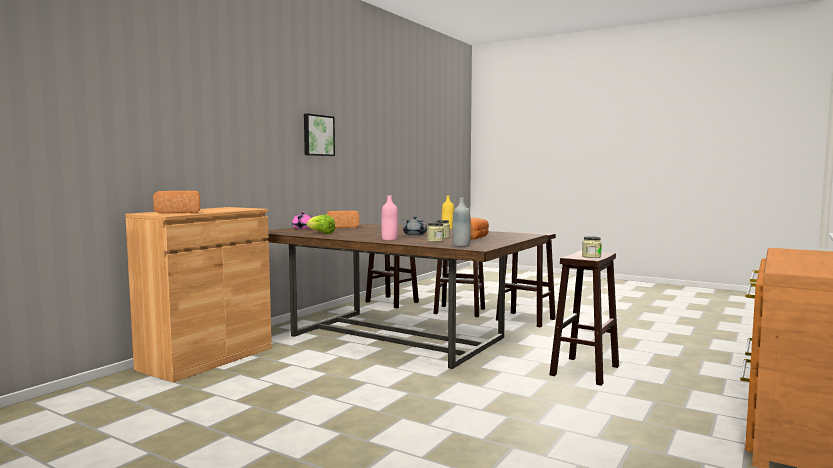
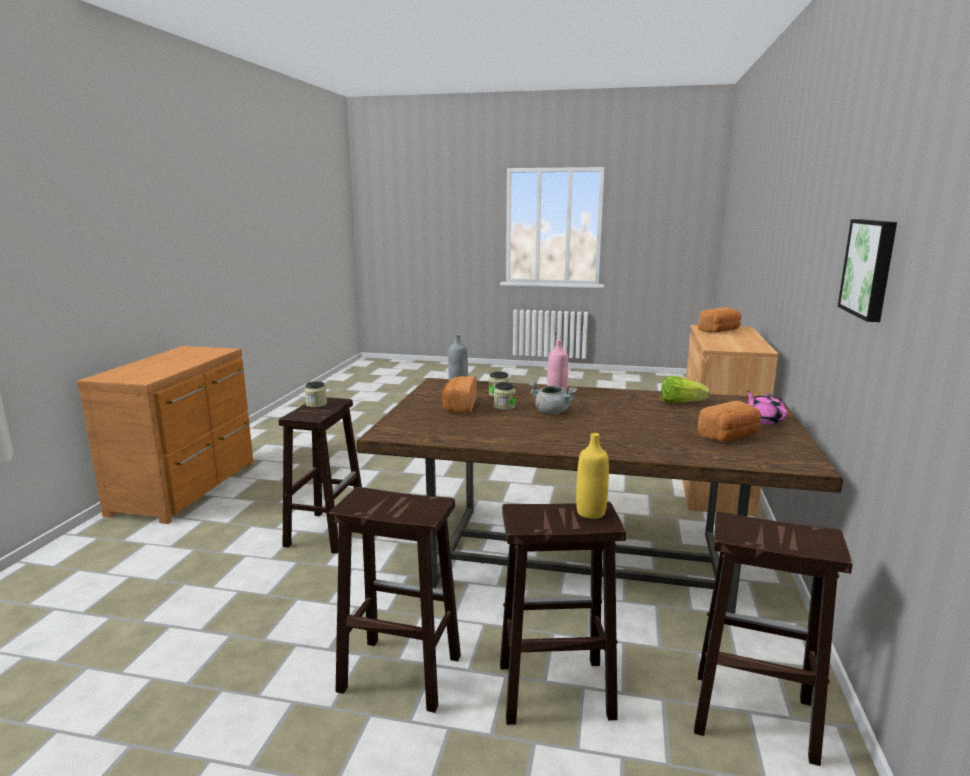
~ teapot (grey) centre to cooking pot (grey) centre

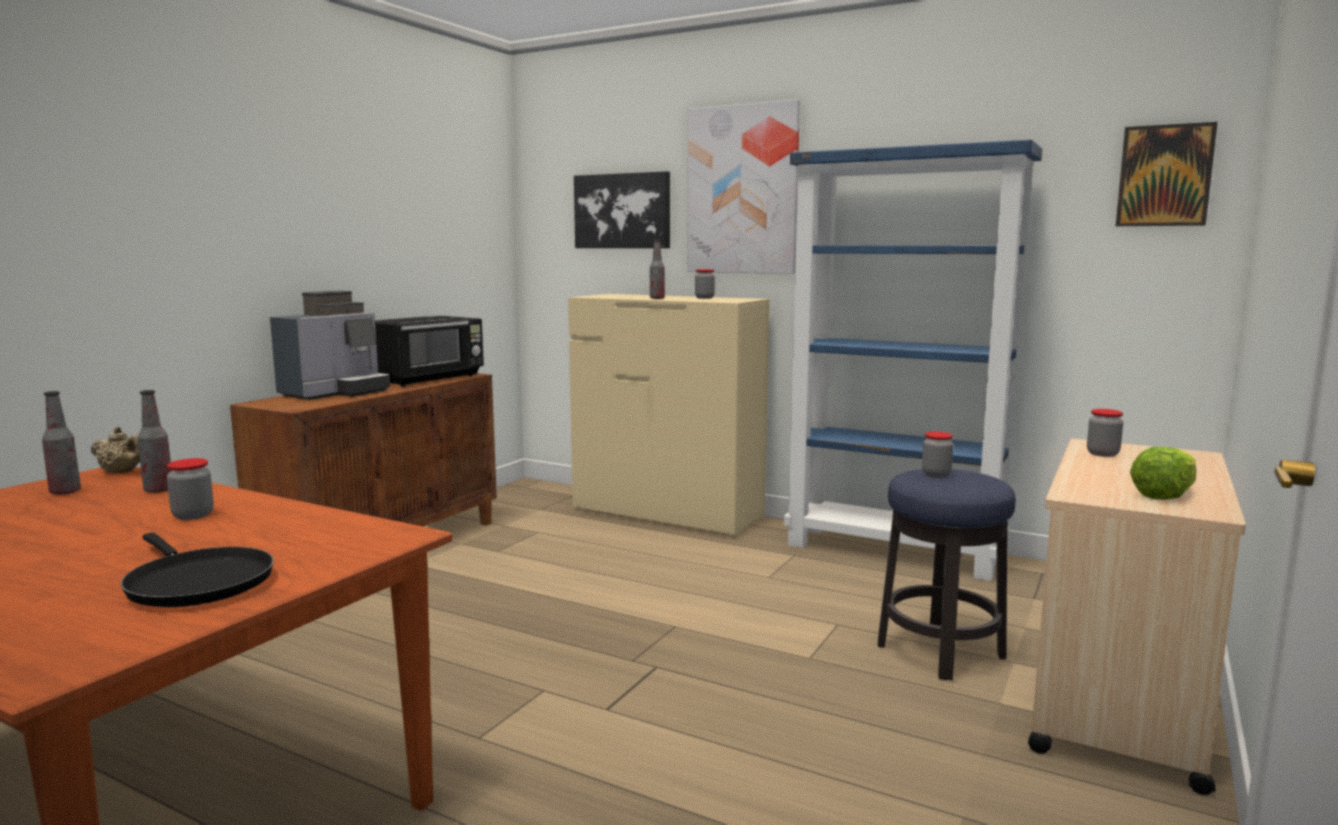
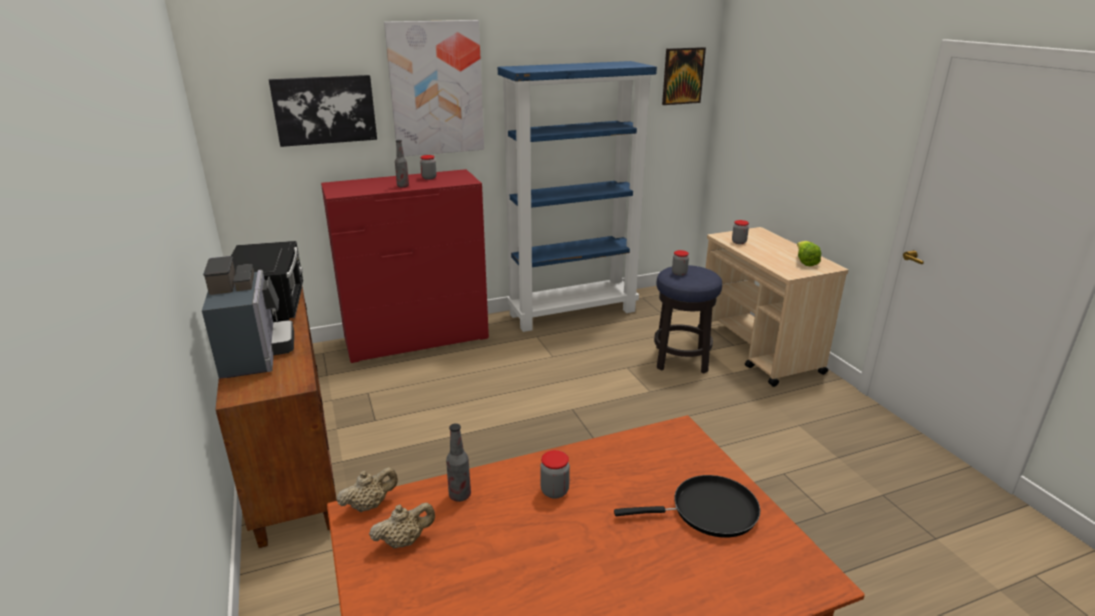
~ bottle (no. 1 from left) middle left to teapot (beige) (no. 2 from left) bottom centre
~ dresser (beige) centre to dresser (red) centre

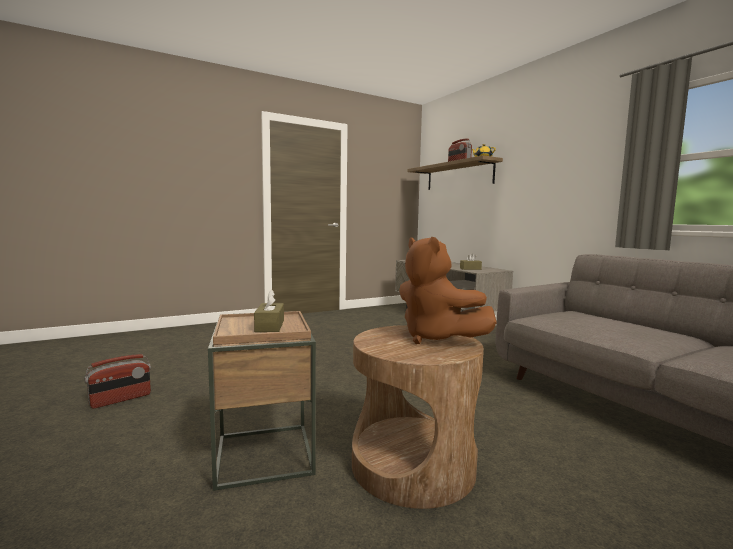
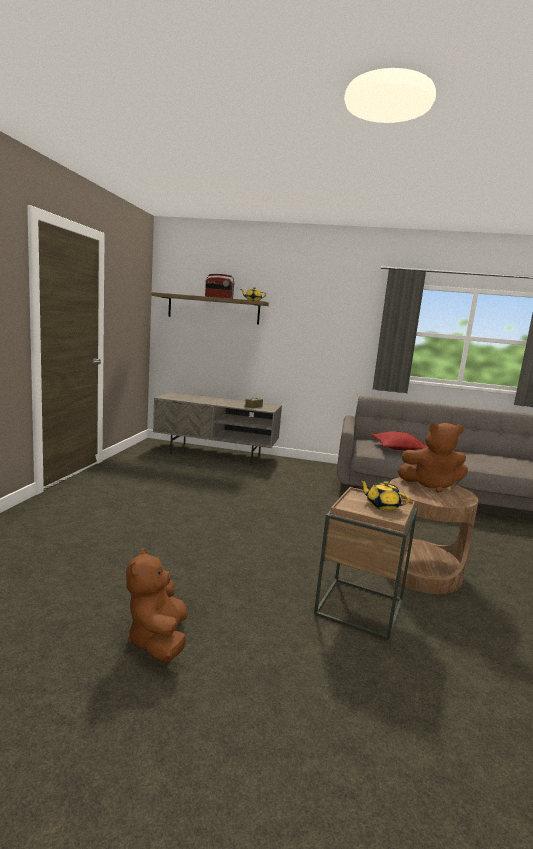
+ pillow (red) middle right
~ radio (no. 1 from left) bottom left to plush toy (brown) (no. 1 from left) bottom left
~ tissue box (brown) (no. 1 from left) centre to teapot (yellow) (no. 2 from left) middle right

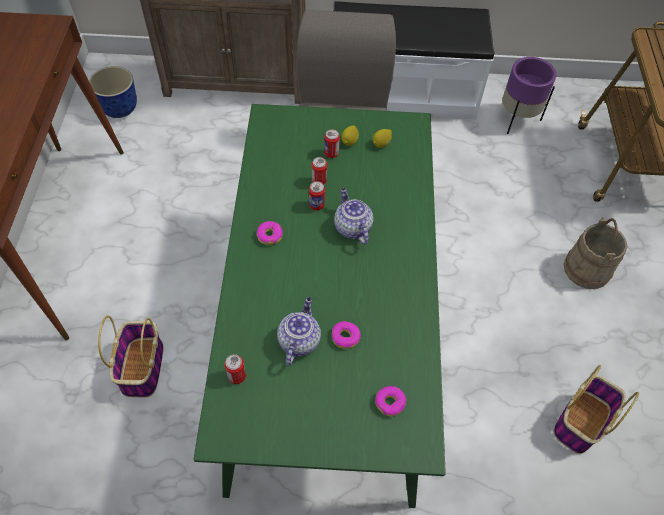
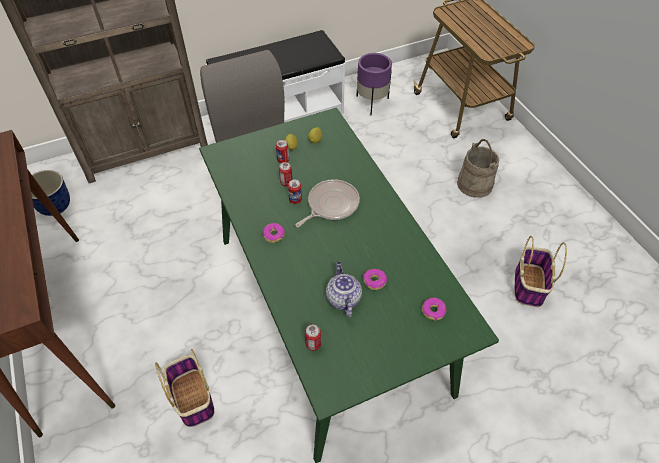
~ teapot (no. 2 from left) centre to frying pan centre

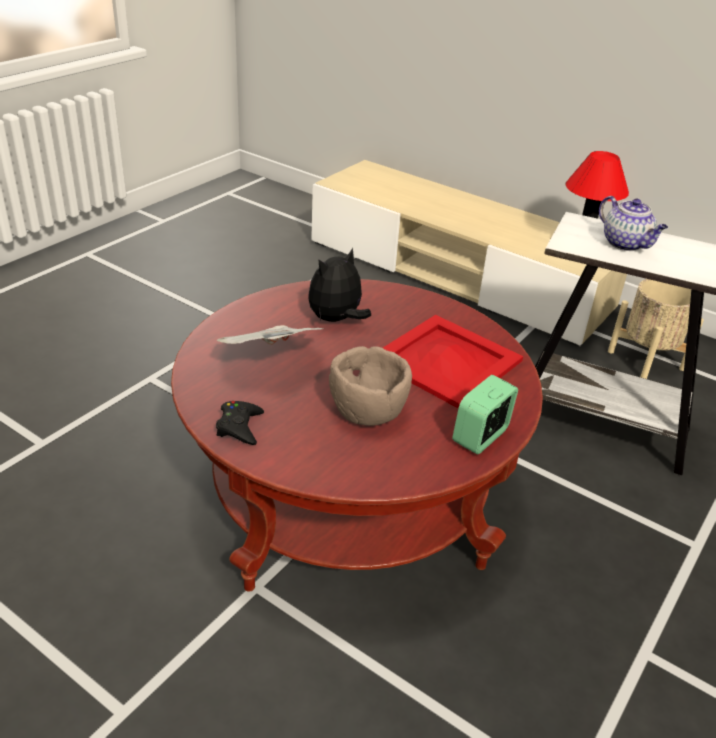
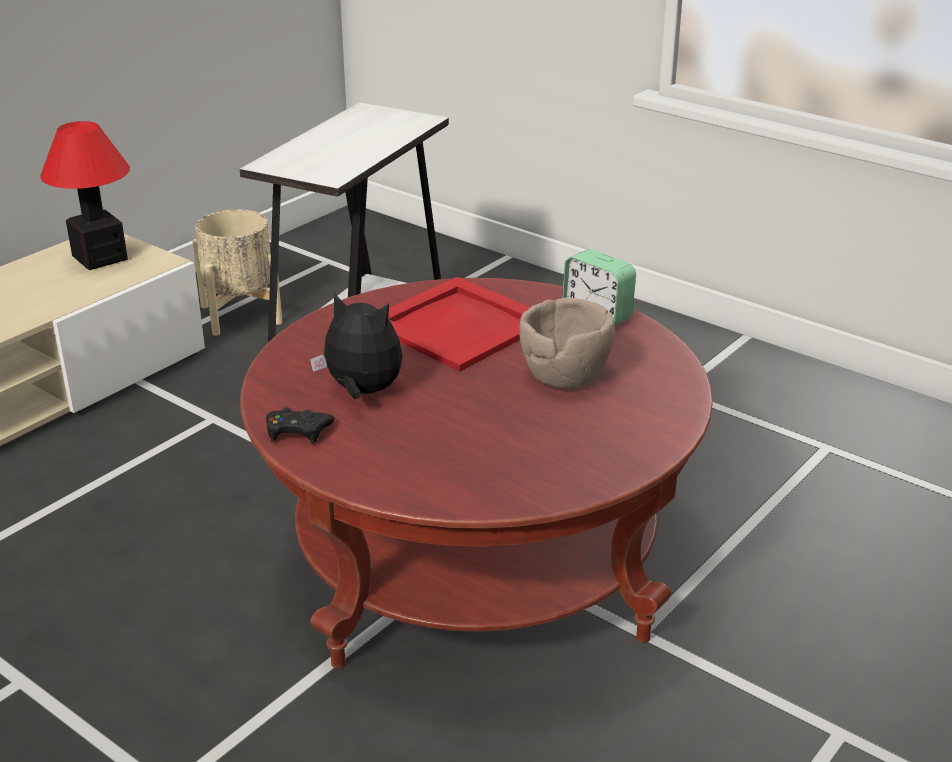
- newspaper centre
- teapot top right
~ game controller (black) centre to middle left
~ plush toy centre = centre 150 degrees clockwise

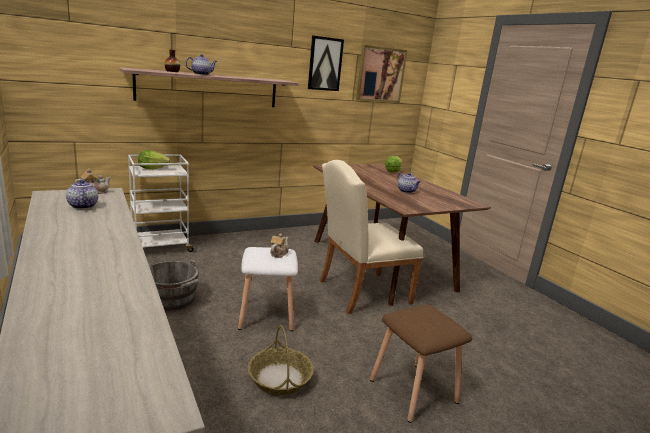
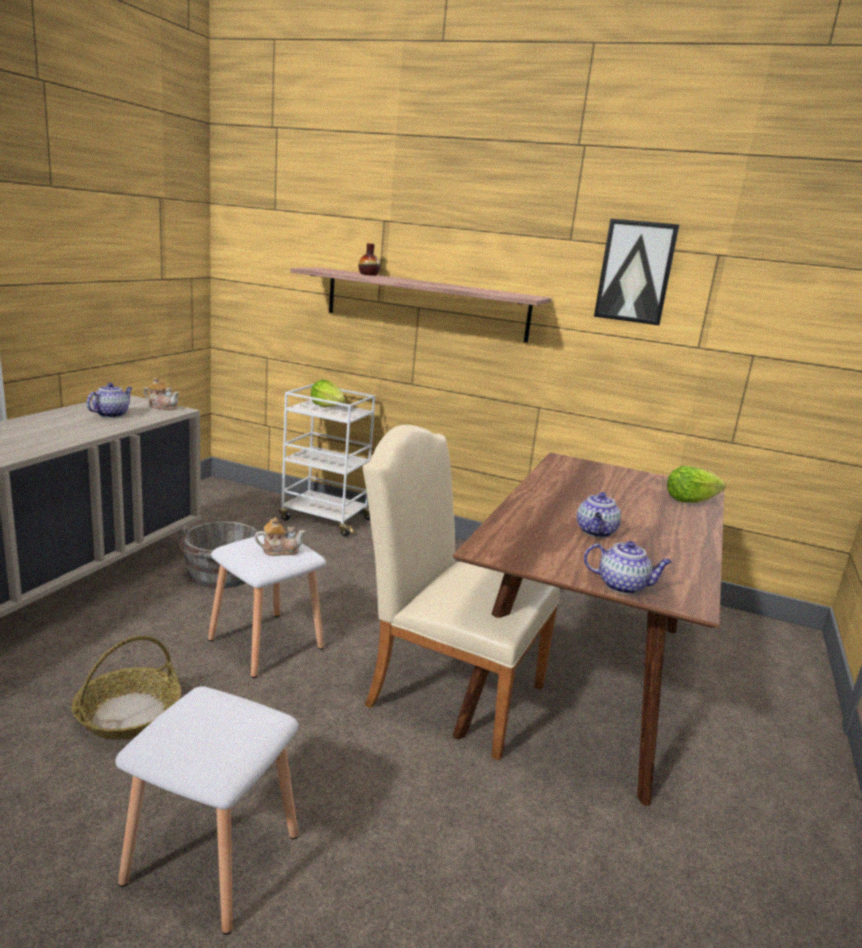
- picture (no. 2 from left) top centre
~ teapot (no. 3 from left in the first image) top left to teapot (no. 5 from left) middle right
~ stool (brown) bottom centre to stool (white) (no. 1 from left) bottom left

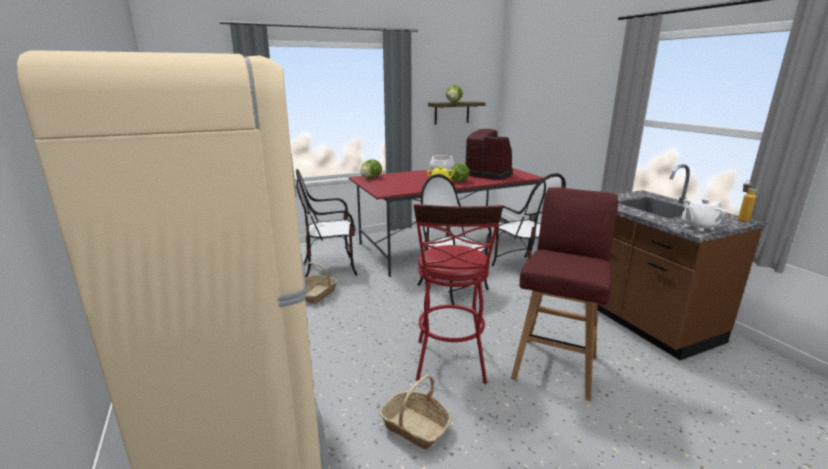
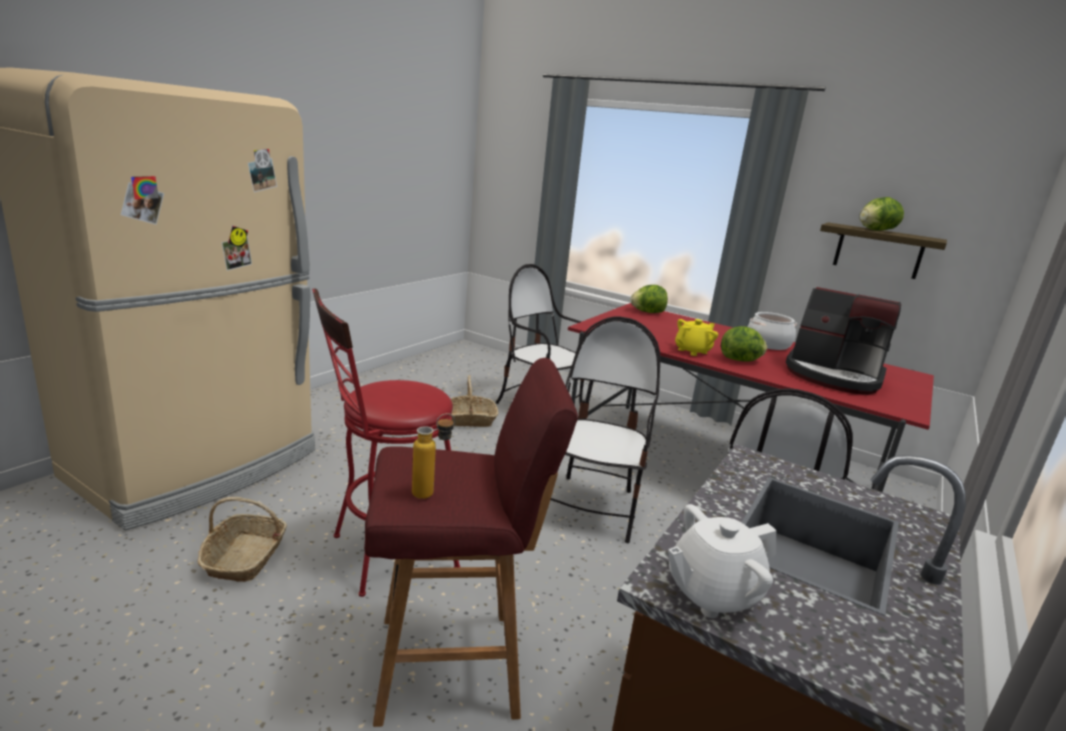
~ bottle middle right to centre
~ coffee machine top centre = middle right 120 degrees clockwise
~ teapot (white) middle right = bottom right 60 degrees counterclockwise

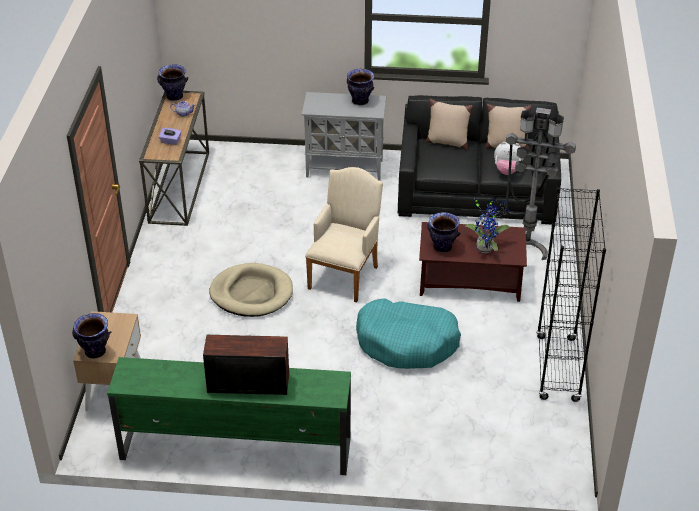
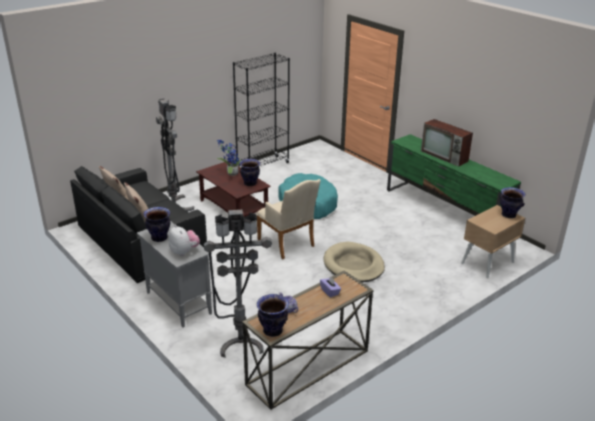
+ floor lamp (grey) (no. 2 from left) bottom centre
~ plush toy top right to middle left
~ armchair (beige) centre = centre 105 degrees counterclockwise

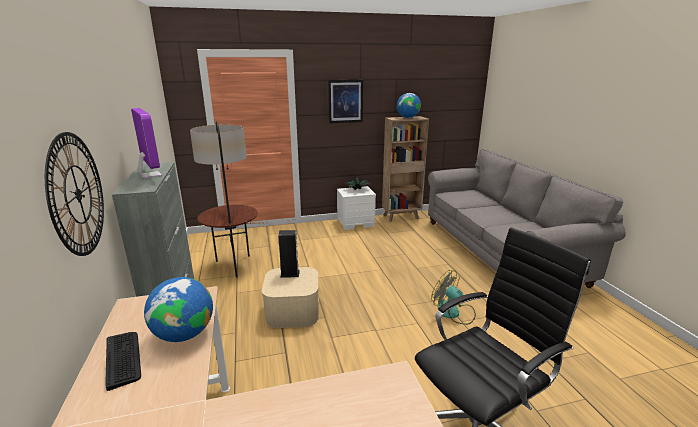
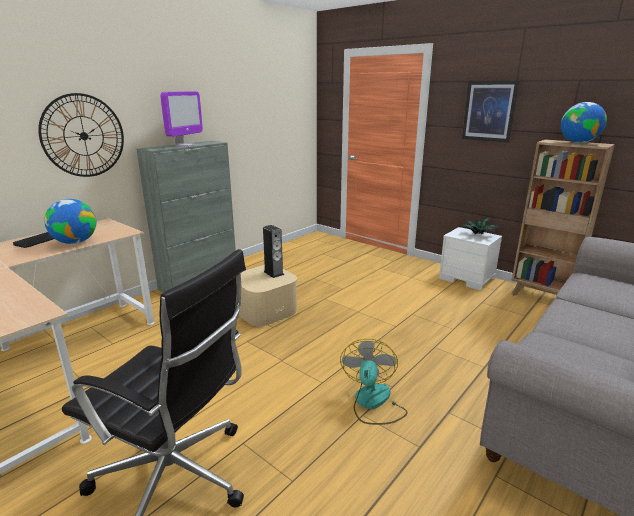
- floor lamp middle left

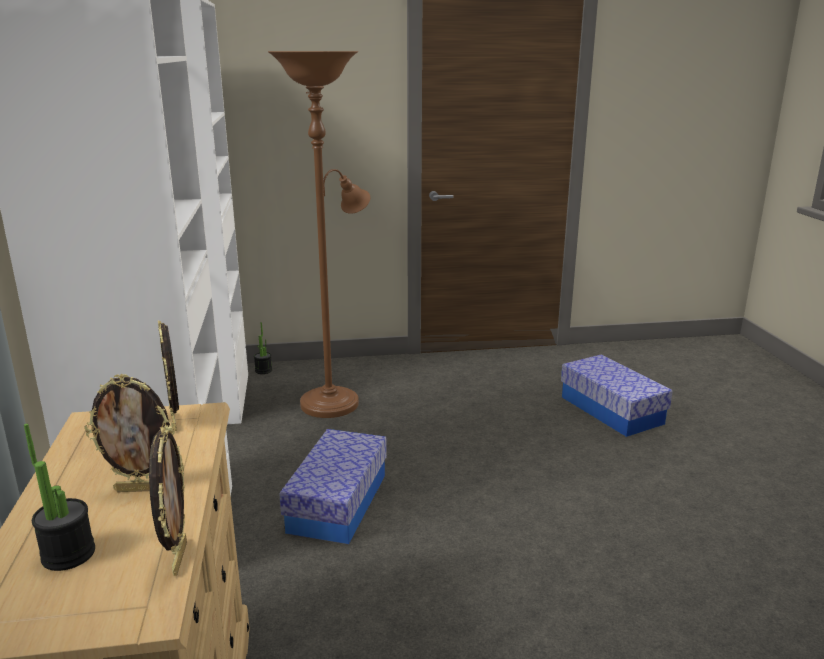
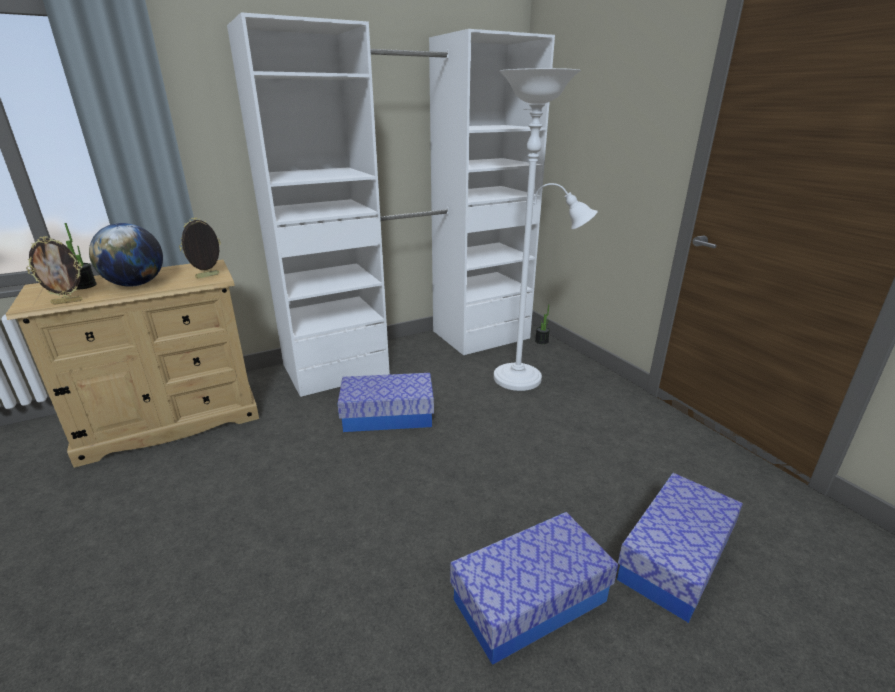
+ storage box (no. 2 from left) bottom centre
~ picture frame (no. 1 from left) middle left to globe middle left
~ floor lamp (brown) centre to floor lamp (white) top centre

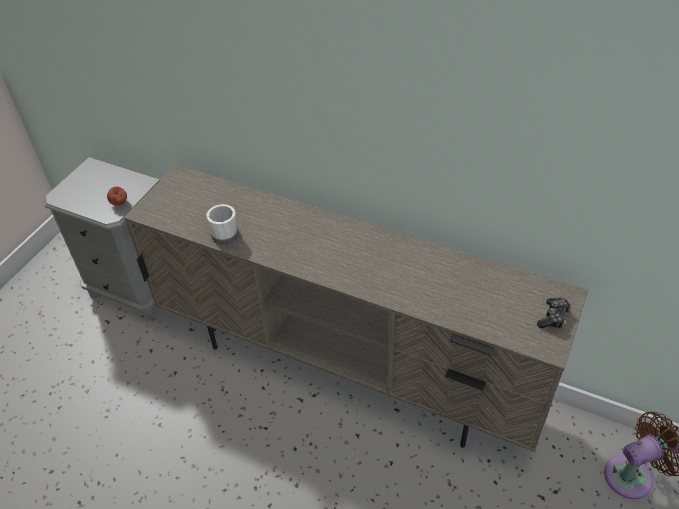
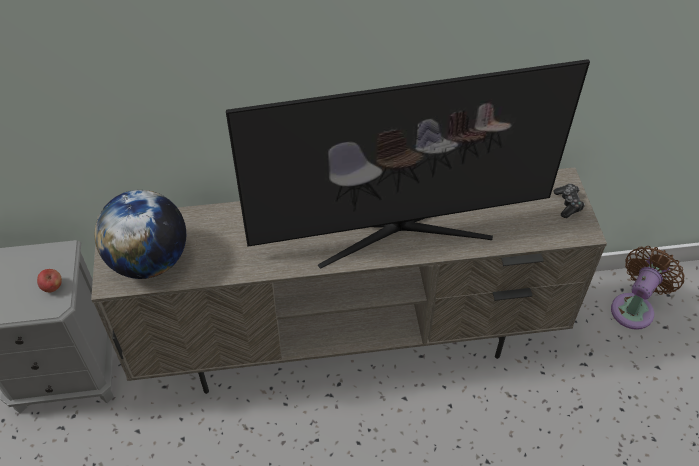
- mug (white) middle left
+ globe middle left
+ television centre

